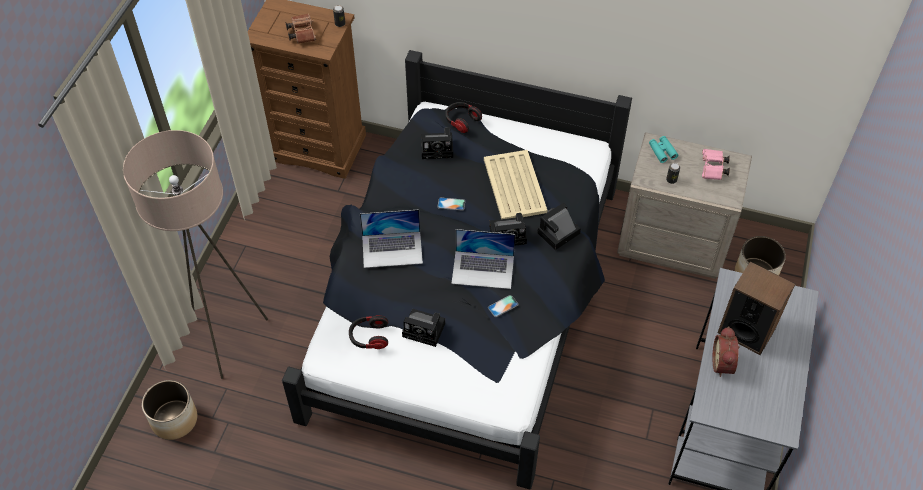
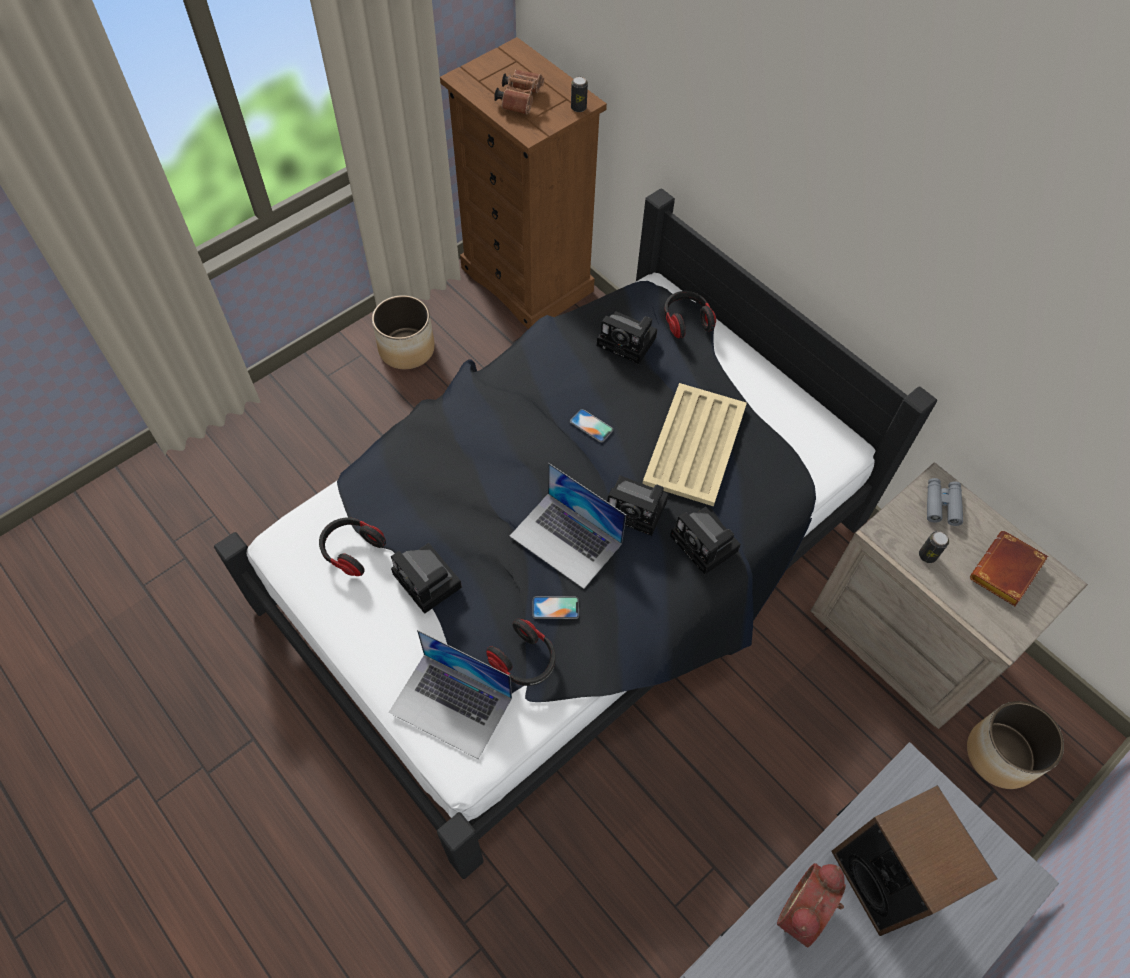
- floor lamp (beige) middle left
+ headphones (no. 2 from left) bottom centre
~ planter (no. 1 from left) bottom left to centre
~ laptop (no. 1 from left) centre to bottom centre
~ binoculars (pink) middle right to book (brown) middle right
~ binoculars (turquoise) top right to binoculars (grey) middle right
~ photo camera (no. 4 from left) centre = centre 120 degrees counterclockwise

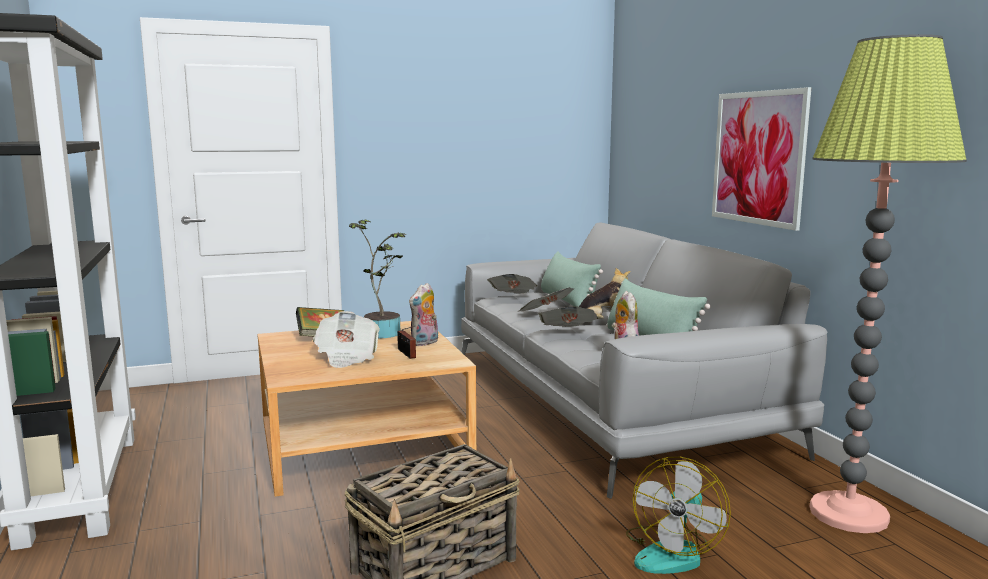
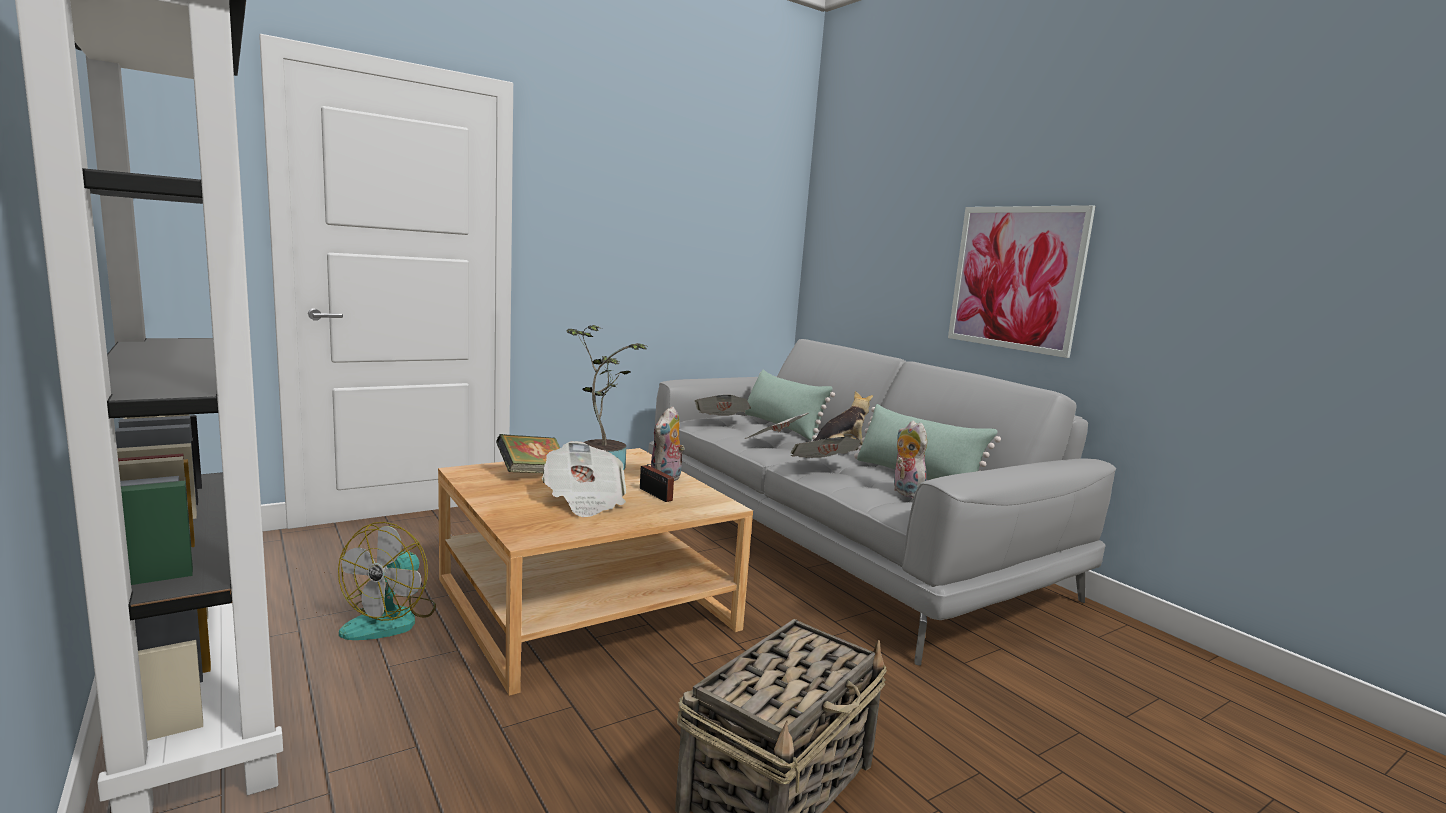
- floor lamp middle right
~ fan bottom right to bottom left

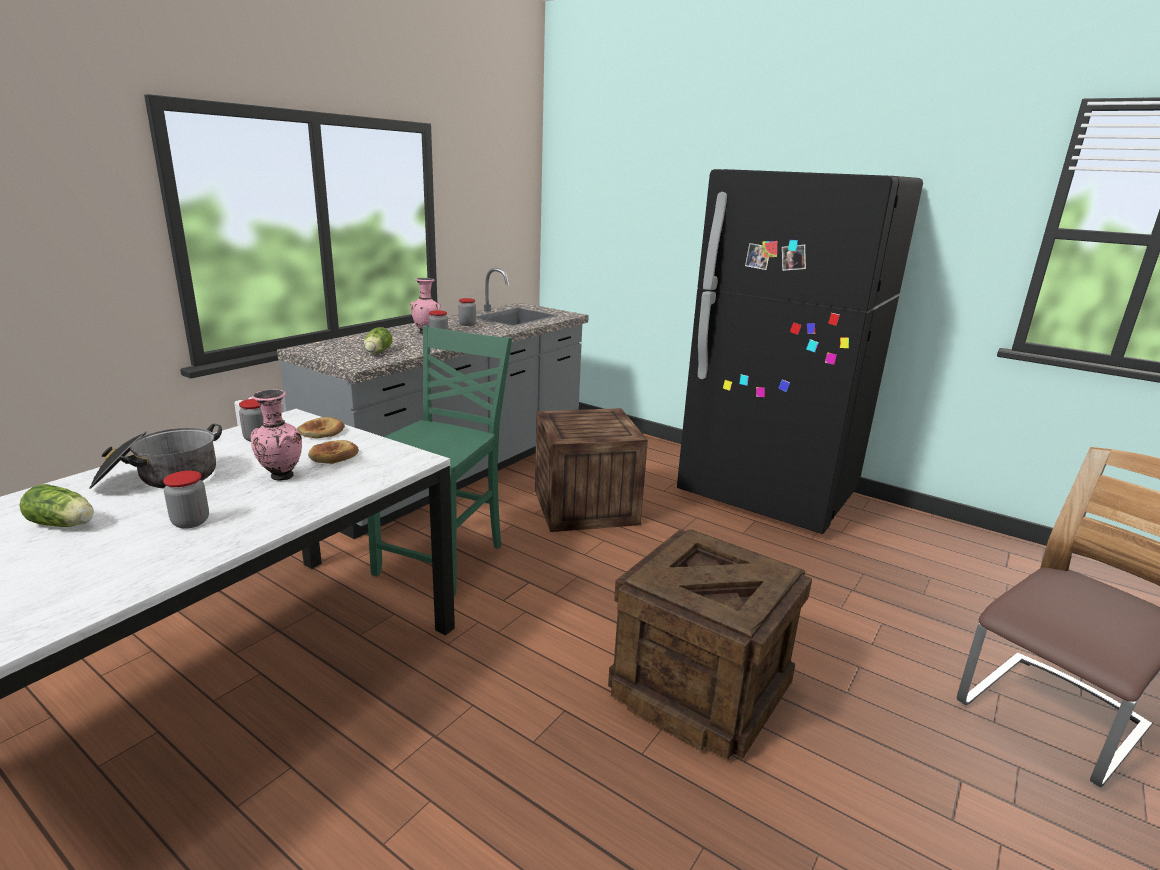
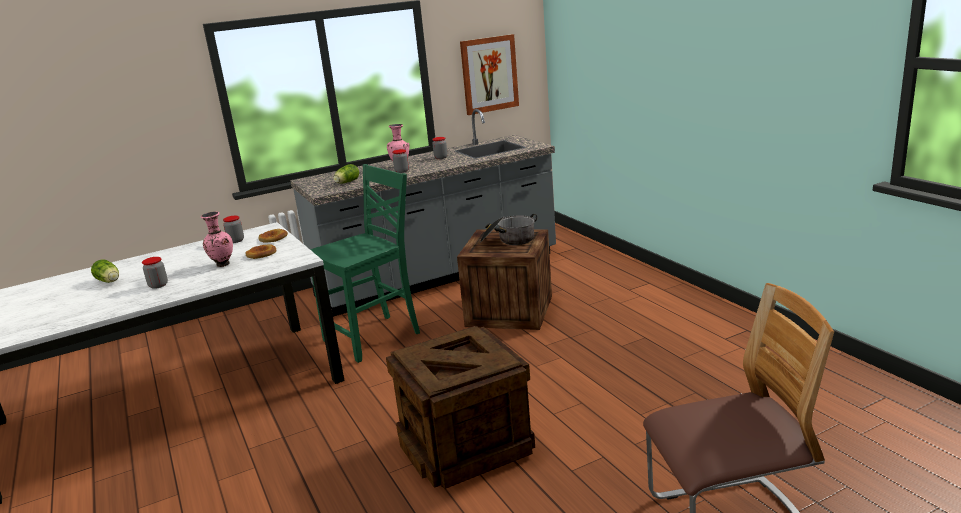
- fridge (black) middle right
+ picture top centre
~ cooking pot middle left to centre

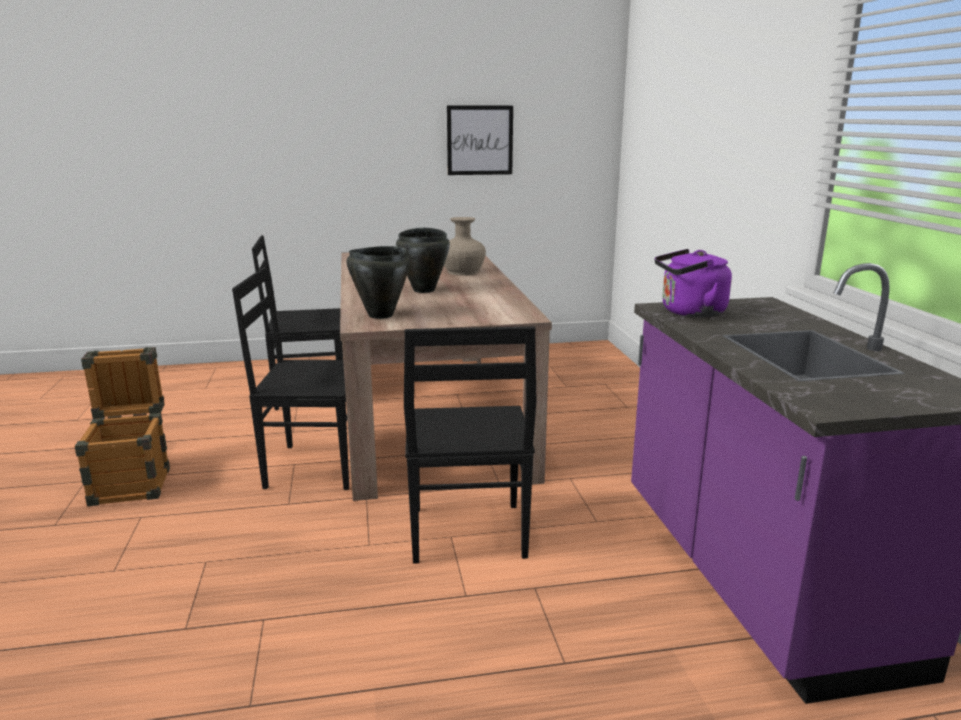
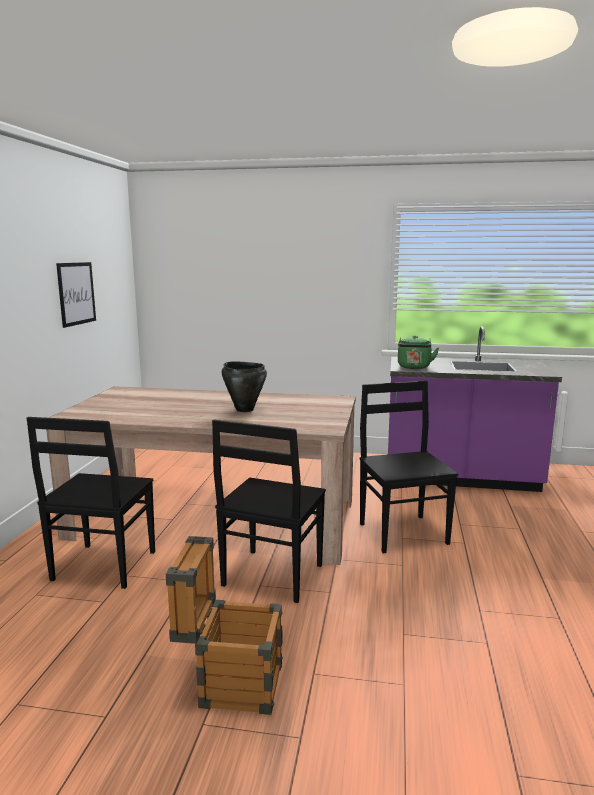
- cooking pot (black) (no. 1 from left) centre
- vase (beige) centre
~ kettle (purple) middle right to kettle (green) middle right
~ chair (black) (no. 3 from left) centre = middle right 120 degrees counterclockwise

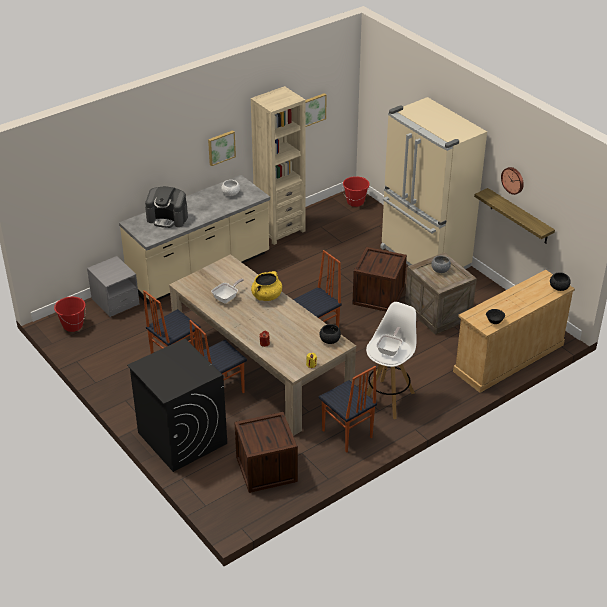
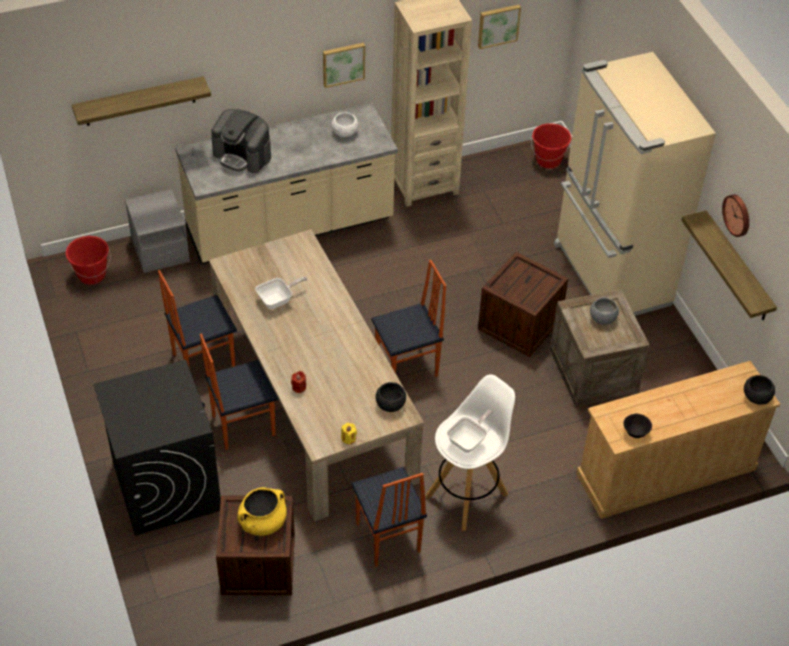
+ shelf (no. 1 from left) top left
~ cooking pot (yellow) centre to bottom left

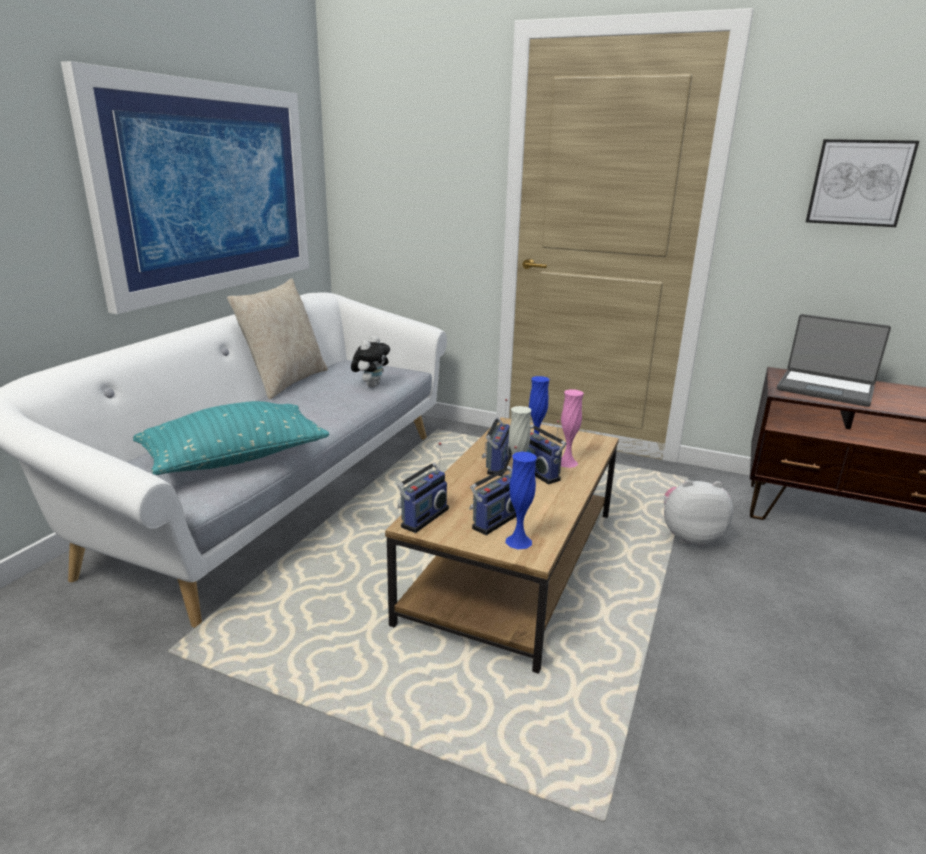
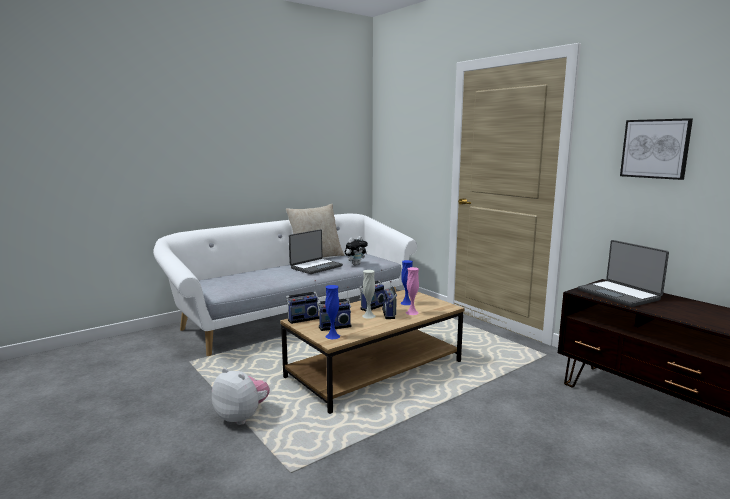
- picture (no. 1 from left) top left
- pillow (turquoise) middle left
+ laptop (no. 1 from left) centre
~ plush toy (no. 2 from left in the first image) middle right to plush toy (no. 1 from left) bottom left

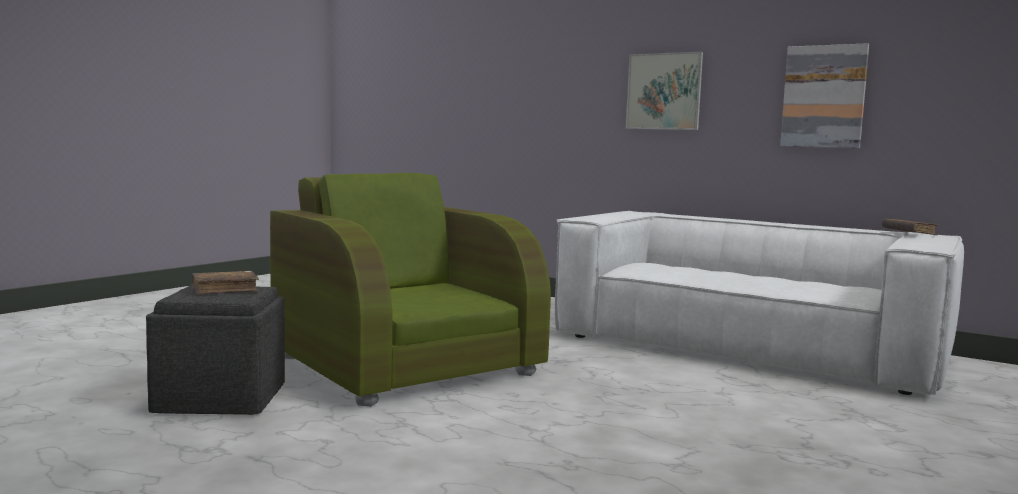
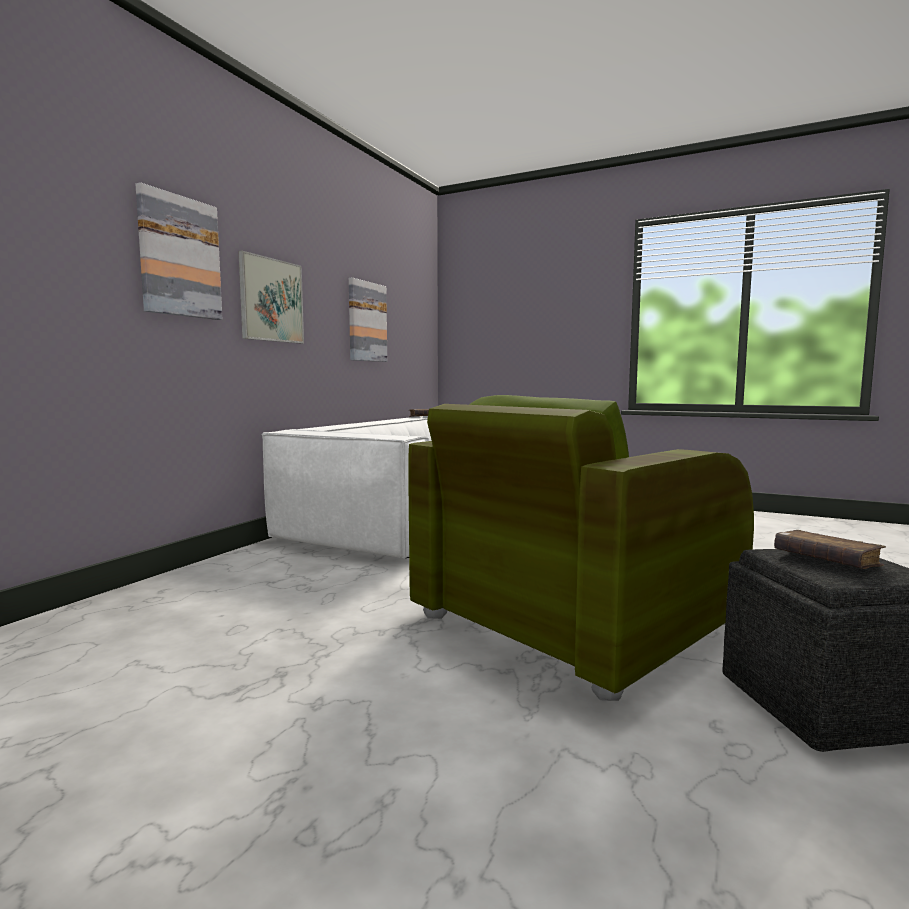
+ picture (no. 1 from left) top left

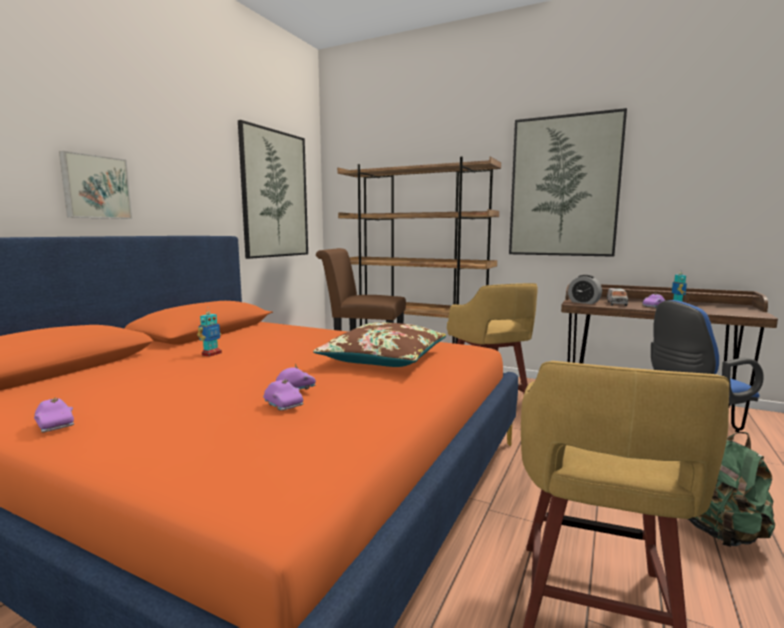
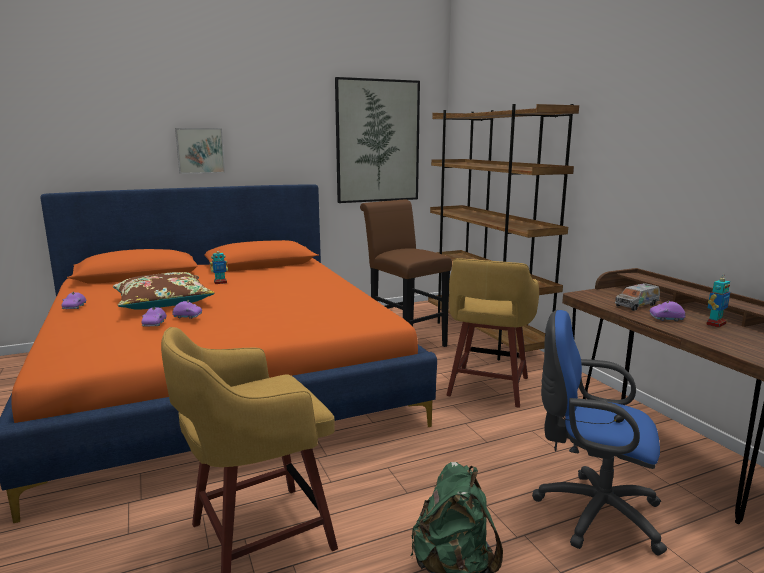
- picture (no. 3 from left) top right
- alarm clock middle right
~ pillow (brown) centre to middle left

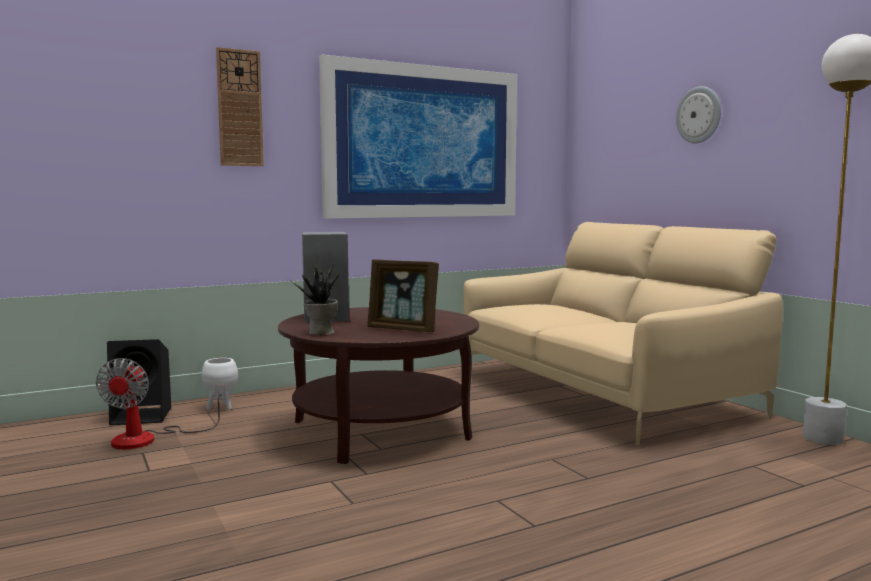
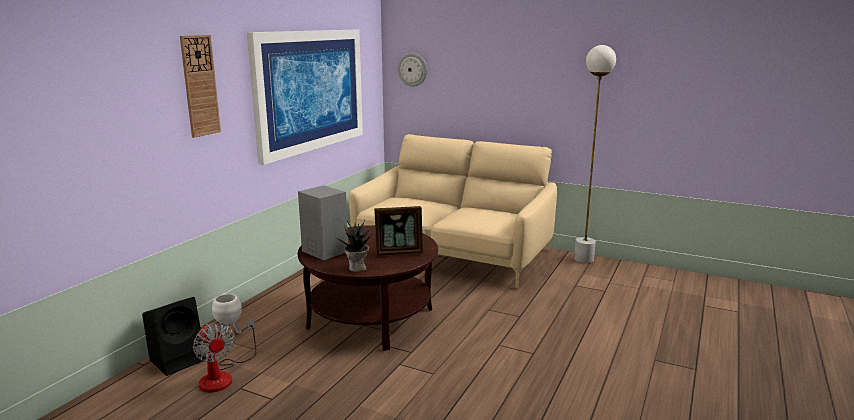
~ wall clock (no. 2 from left) top right to top centre

